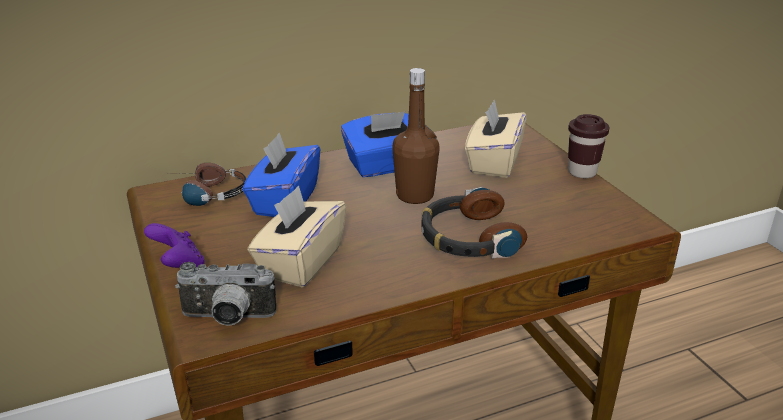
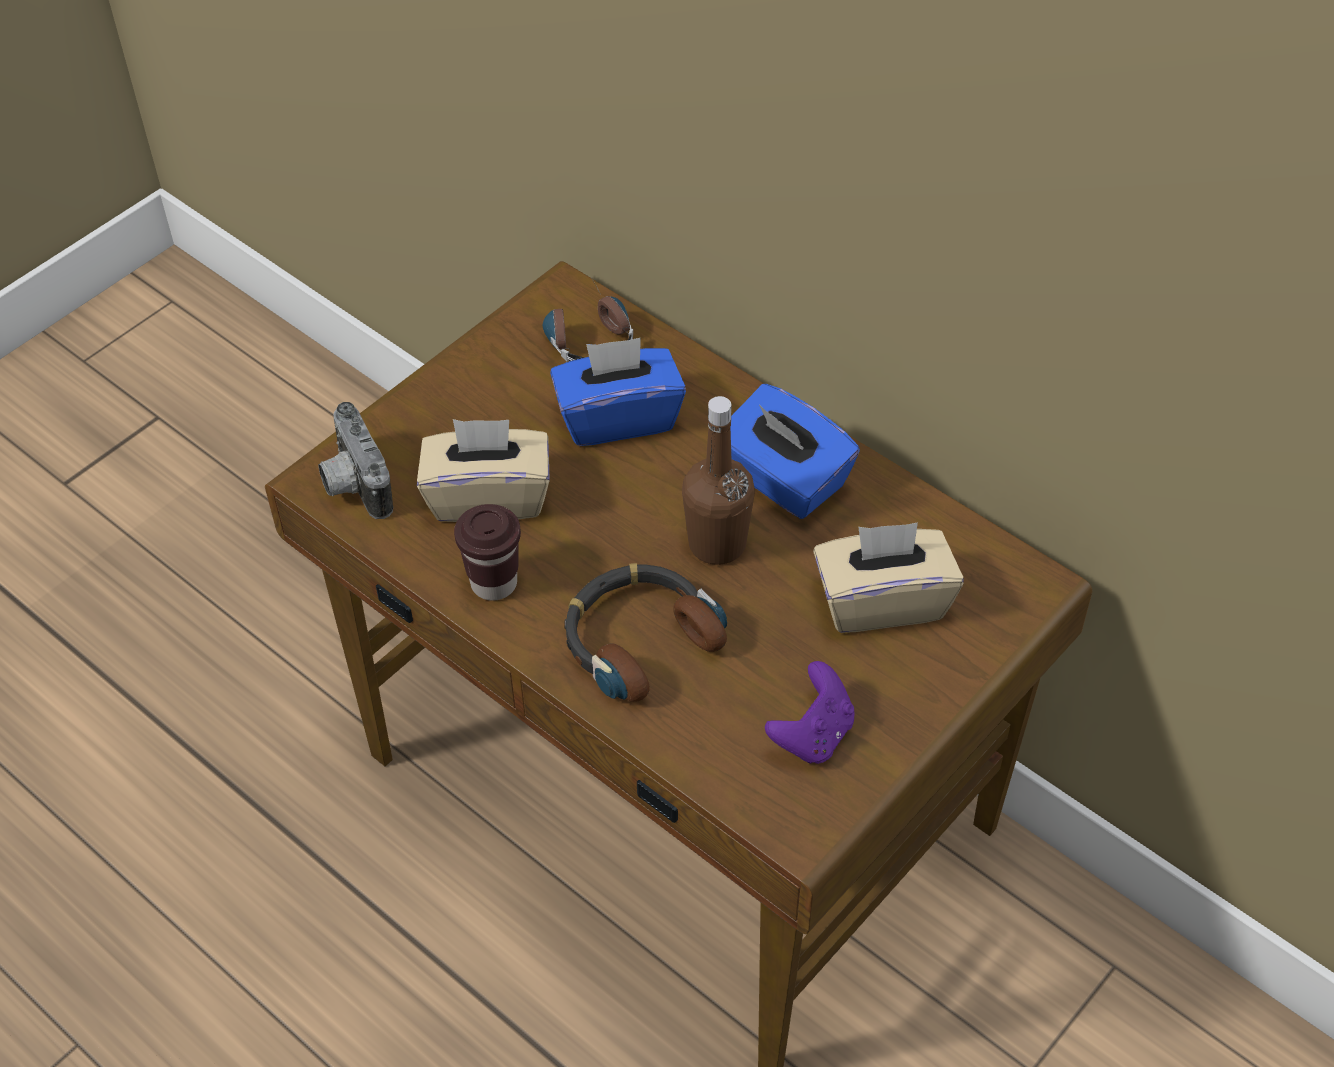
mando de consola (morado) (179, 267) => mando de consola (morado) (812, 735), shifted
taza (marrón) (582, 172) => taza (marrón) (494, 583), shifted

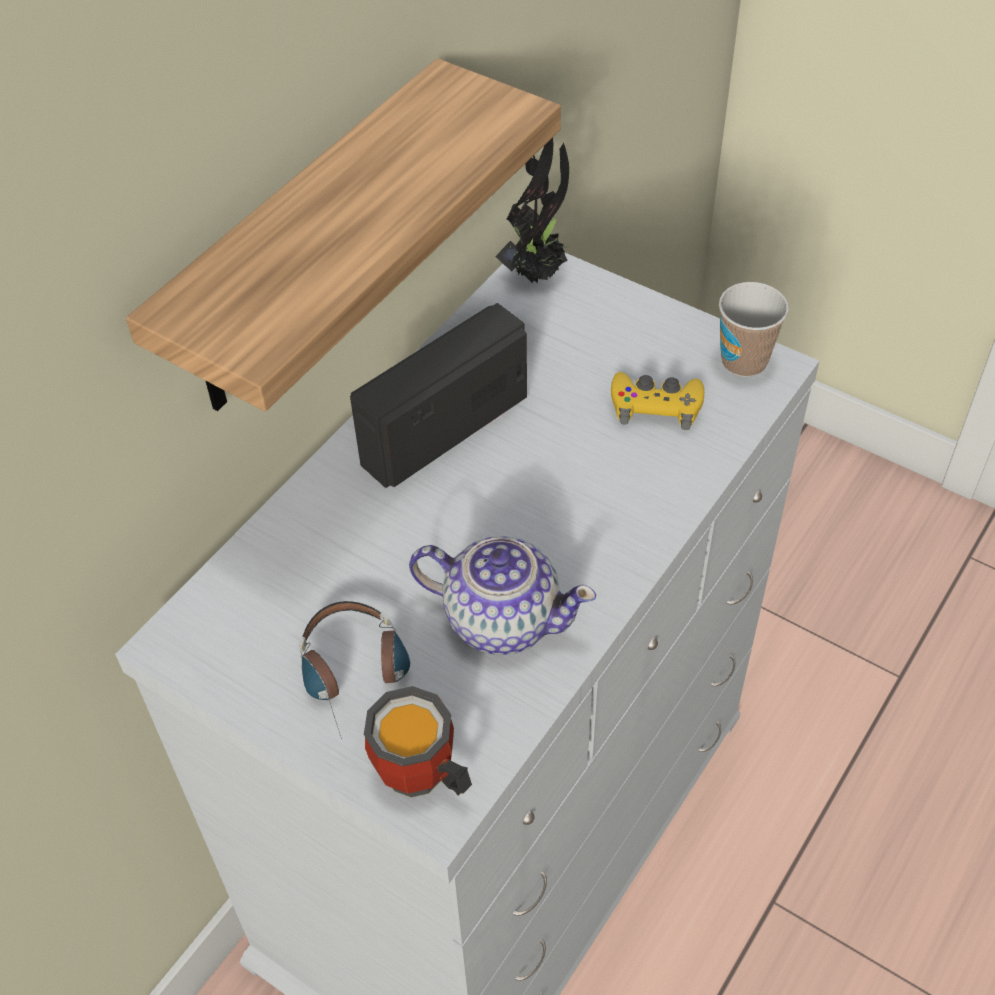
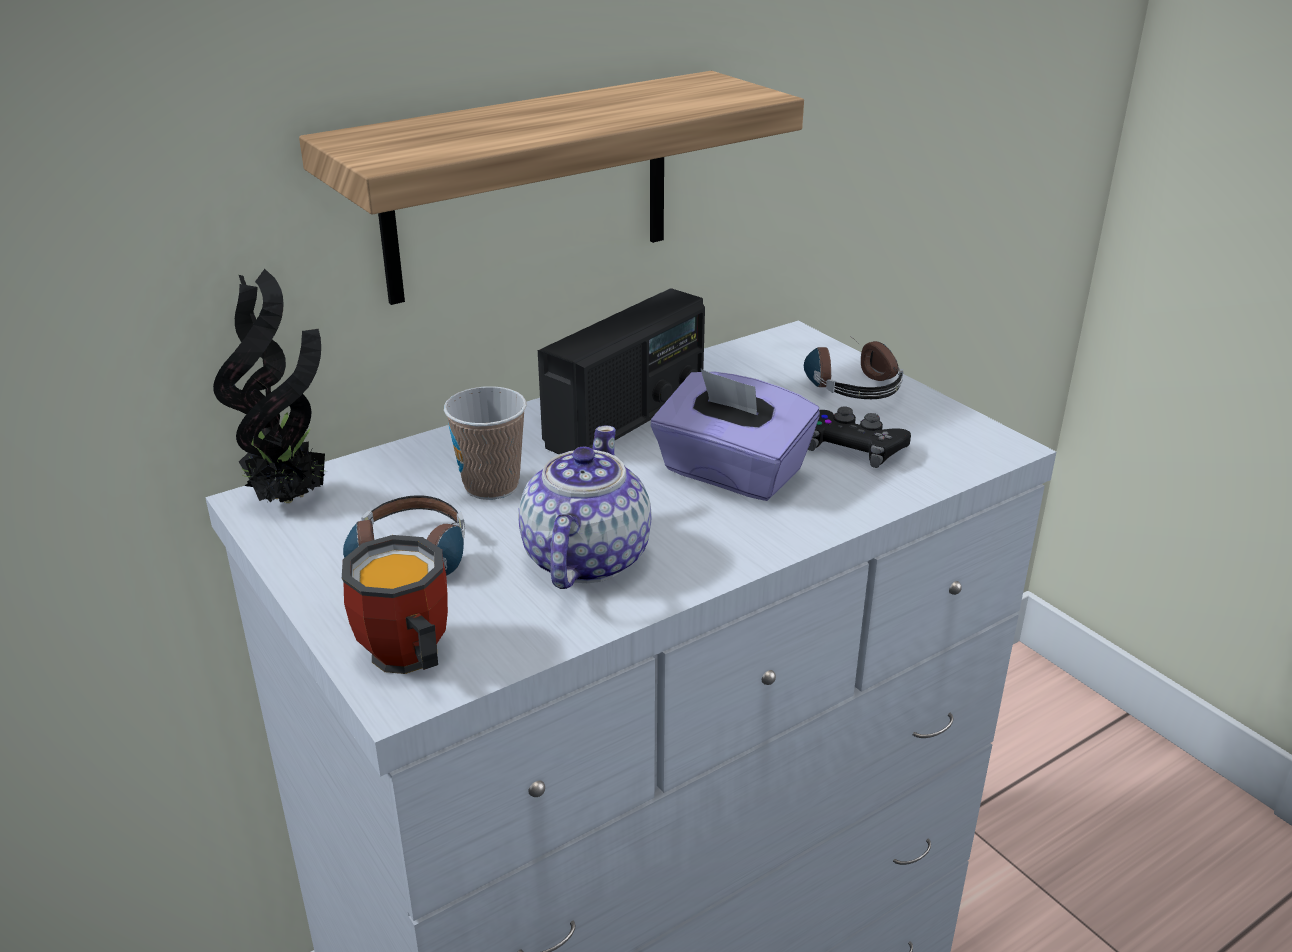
radio (443, 428) => radio (627, 419), 150 degrees clockwise
tetera (501, 618) => tetera (584, 559), 120 degrees counterclockwise
planta en maceta (537, 273) => planta en maceta (292, 498), shifted
mando de consola (amarillo) (656, 406) => mando de consola (negro) (853, 447)
taza (744, 361) => taza (491, 486), shifted
nothing => caja de pañuelos (morado) (731, 473)
nothing => auriculares (848, 382)

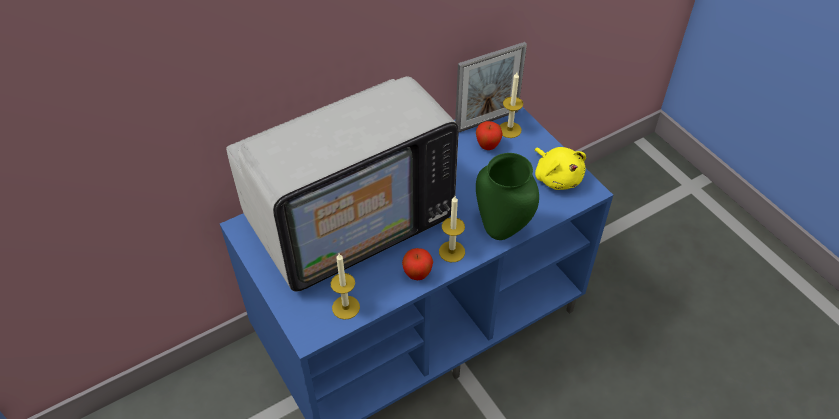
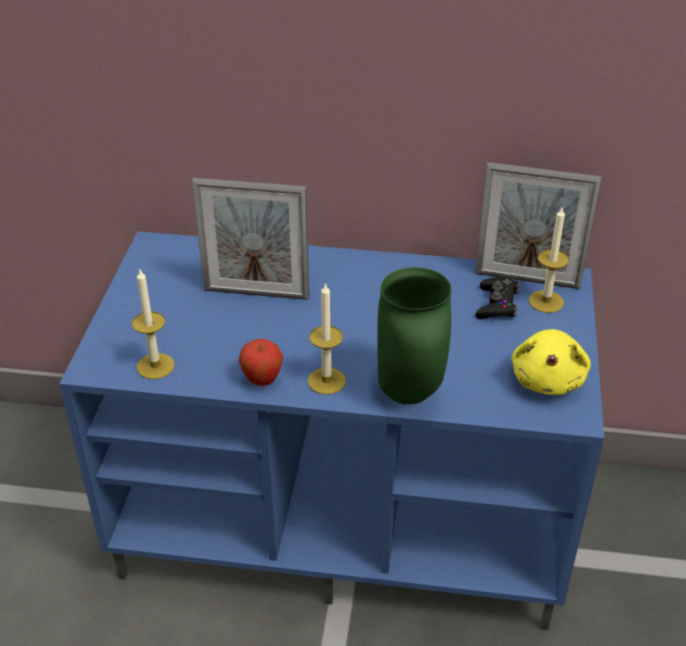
televisor (349, 221) => portarretratos (256, 293)
manzana (487, 146) => mando de consola (negro) (497, 304)

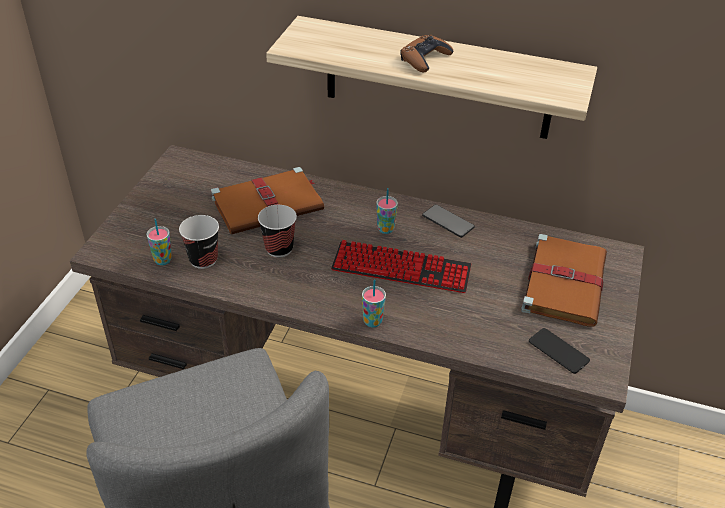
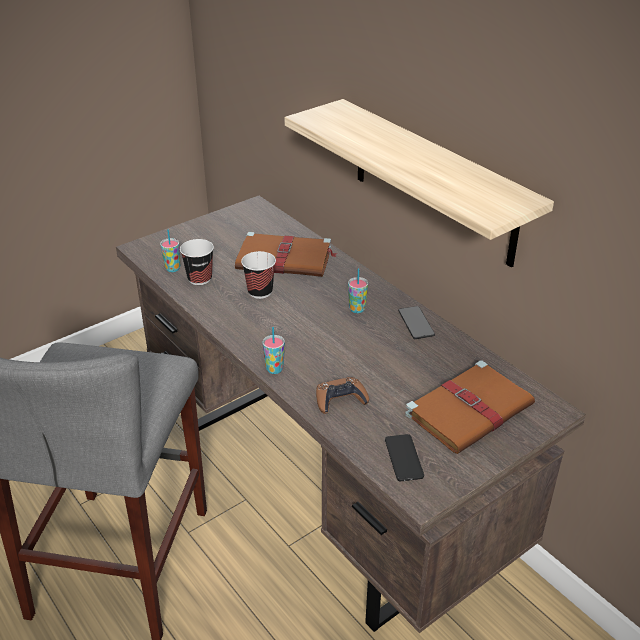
teclado (401, 269) => nothing
mando de consola (marrón) (425, 59) => mando de consola (marrón) (340, 399), shifted

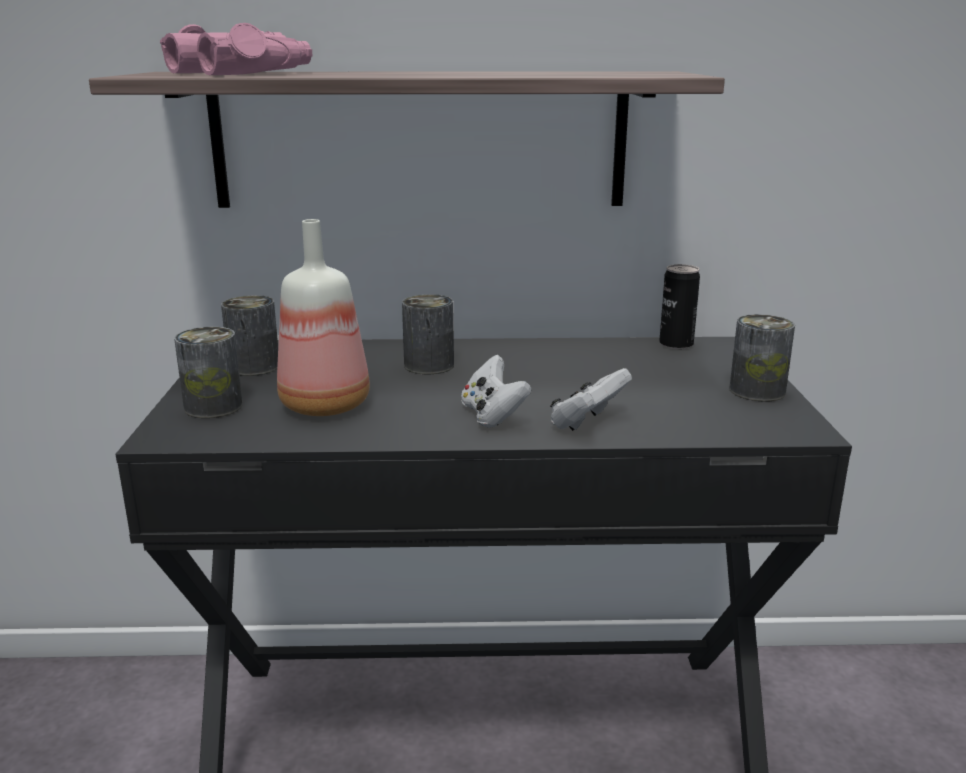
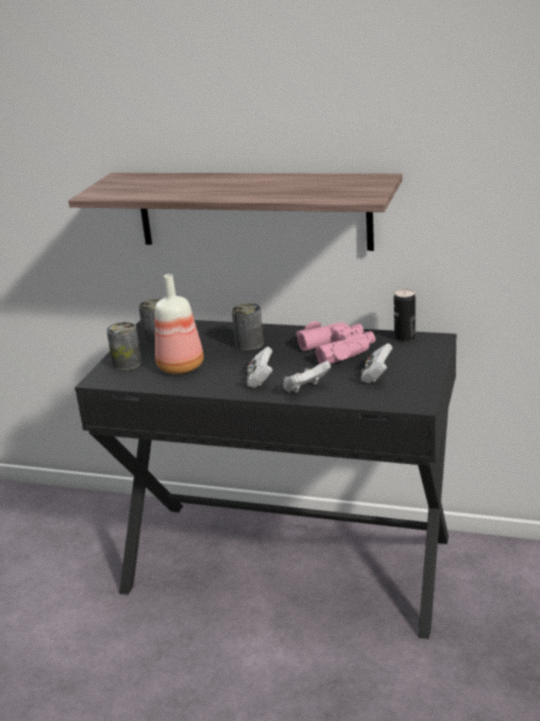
prismáticos (rosa) (244, 73) => prismáticos (rosa) (338, 350), shifted
lata (757, 391) => nothing
nothing => mando de consola (blanco) (376, 376)

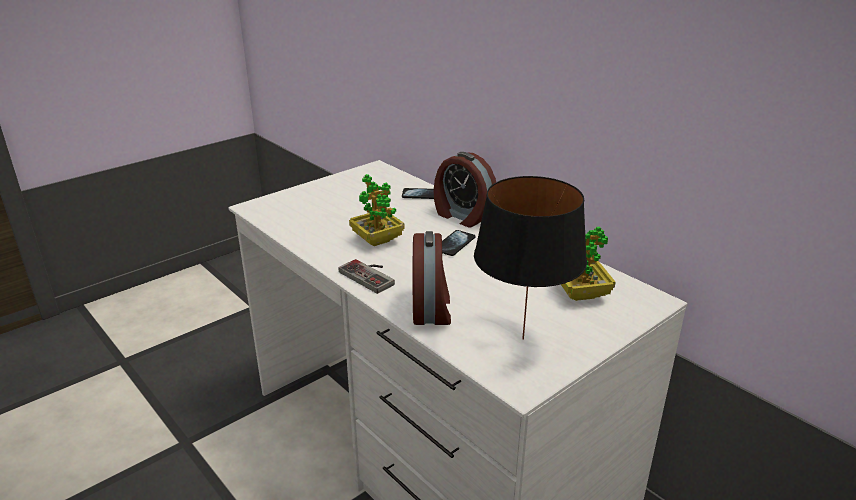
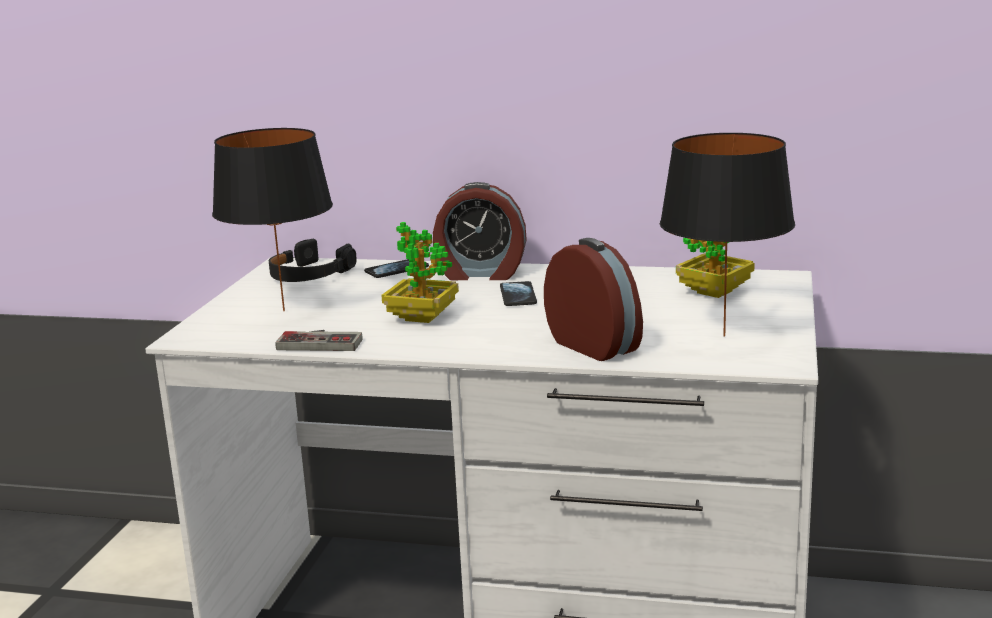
mando de consola (371, 275) => mando de consola (322, 341), shifted
nothing => lámpara de mesa (negro) (284, 311)
nothing => auriculares (negro) (309, 274)

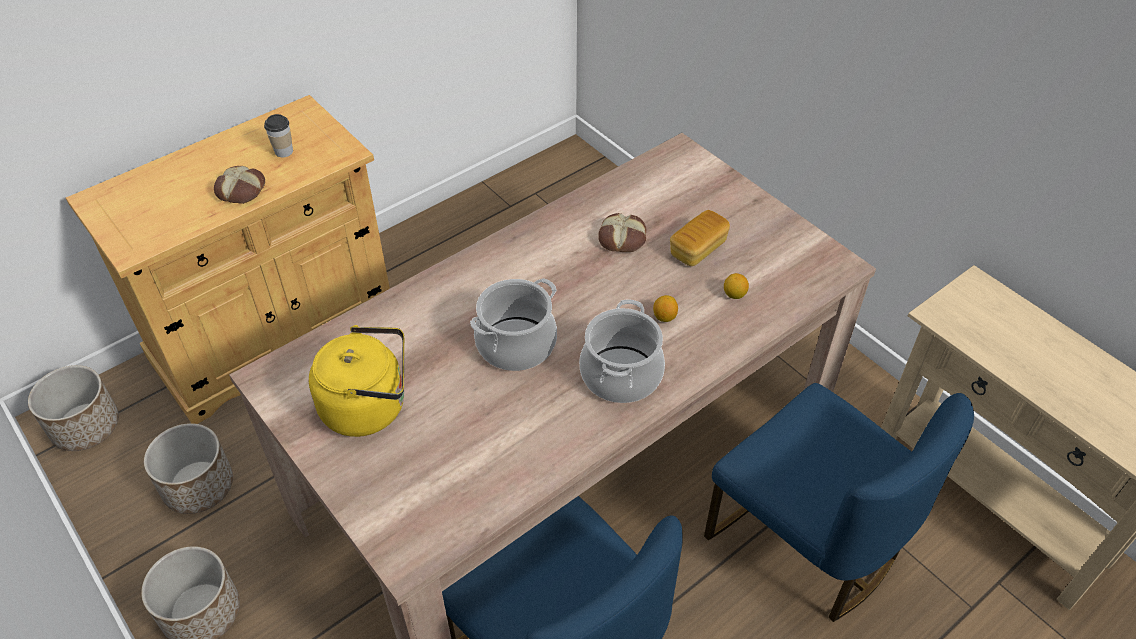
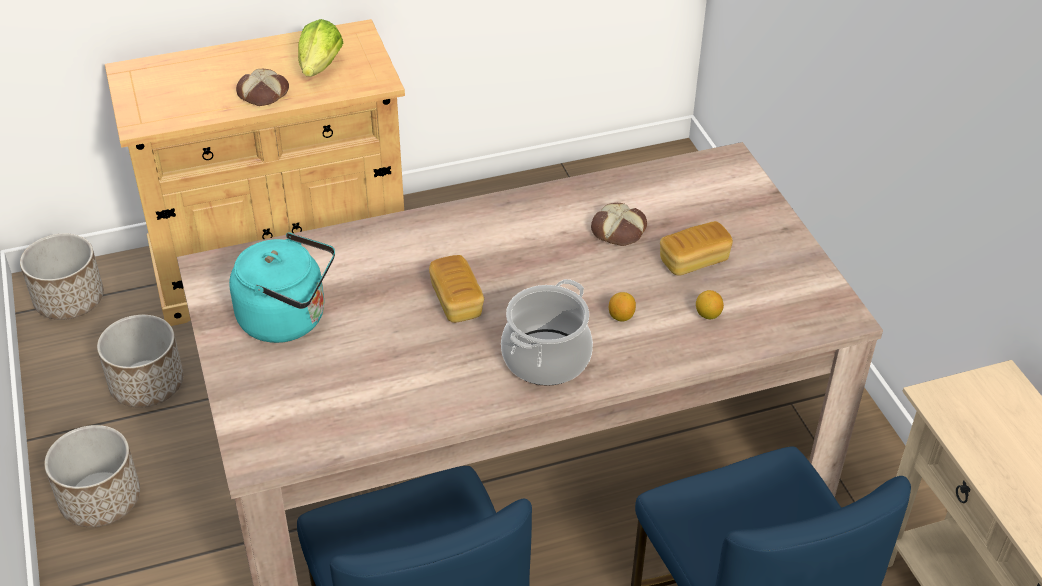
taza (284, 151) => lechuga (320, 67)
hervidor (amarillo) (369, 406) => hervidor (turquesa) (288, 319)
olla (516, 344) => pan (456, 301)

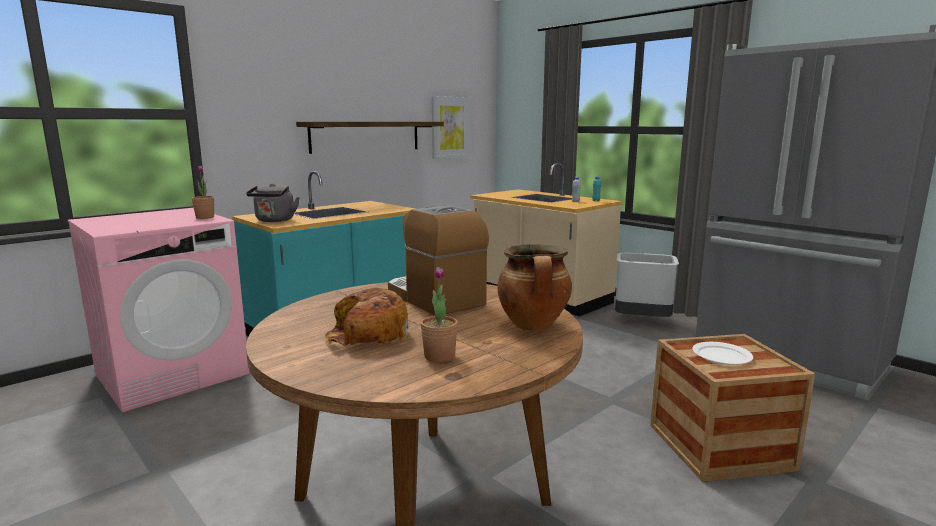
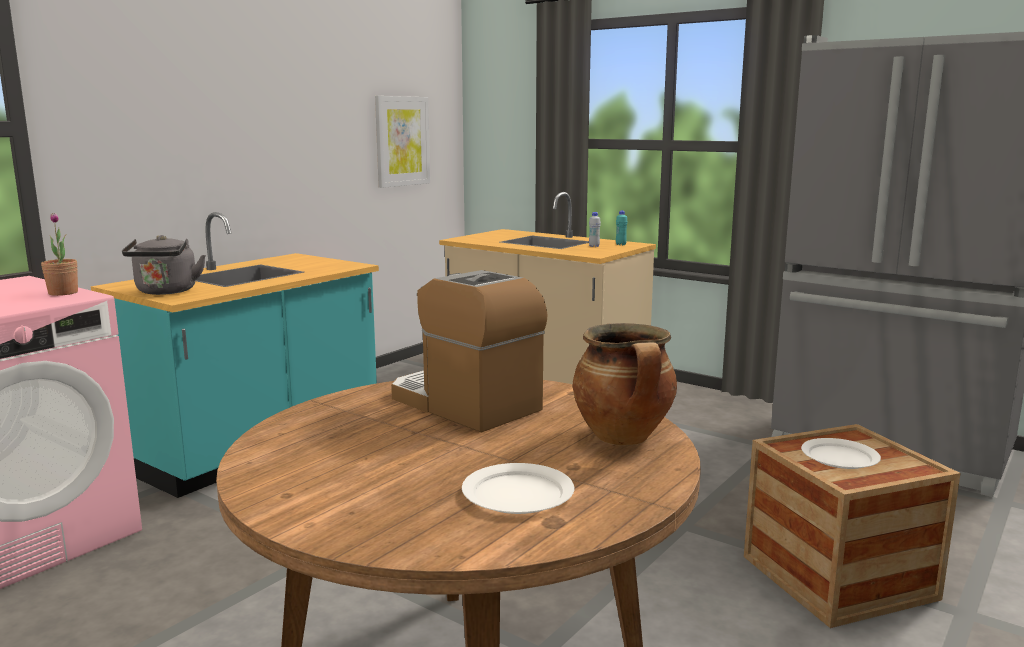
estante (366, 136) => nothing
pan (366, 334) => nothing
planta en maceta (439, 356) => plato (blanco) (519, 493)
papelera (gris) (641, 321) => nothing

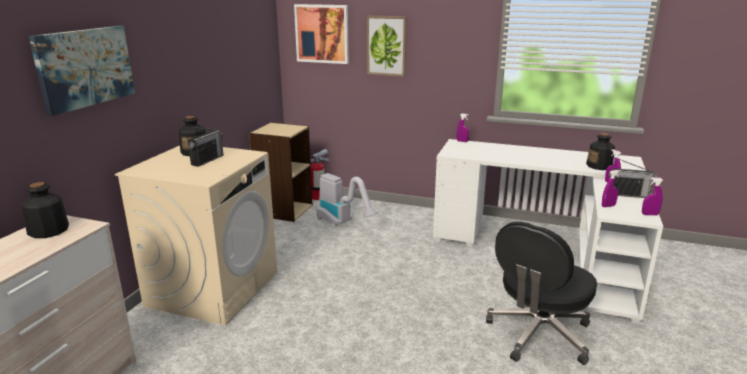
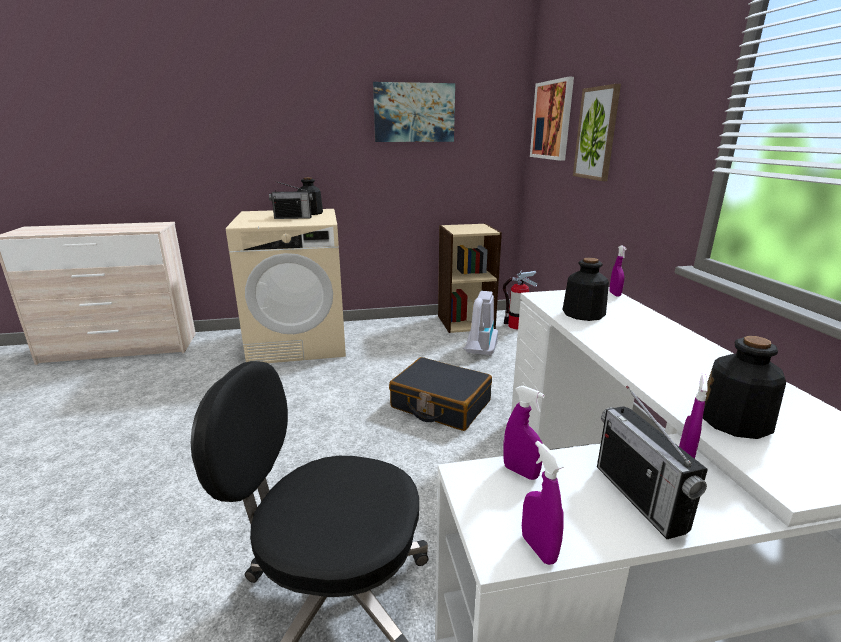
botella (48, 231) => botella (583, 314), shifted
cuadro (85, 67) => cuadro (414, 112), shifted
nothing => maleta (negro) (440, 404)

